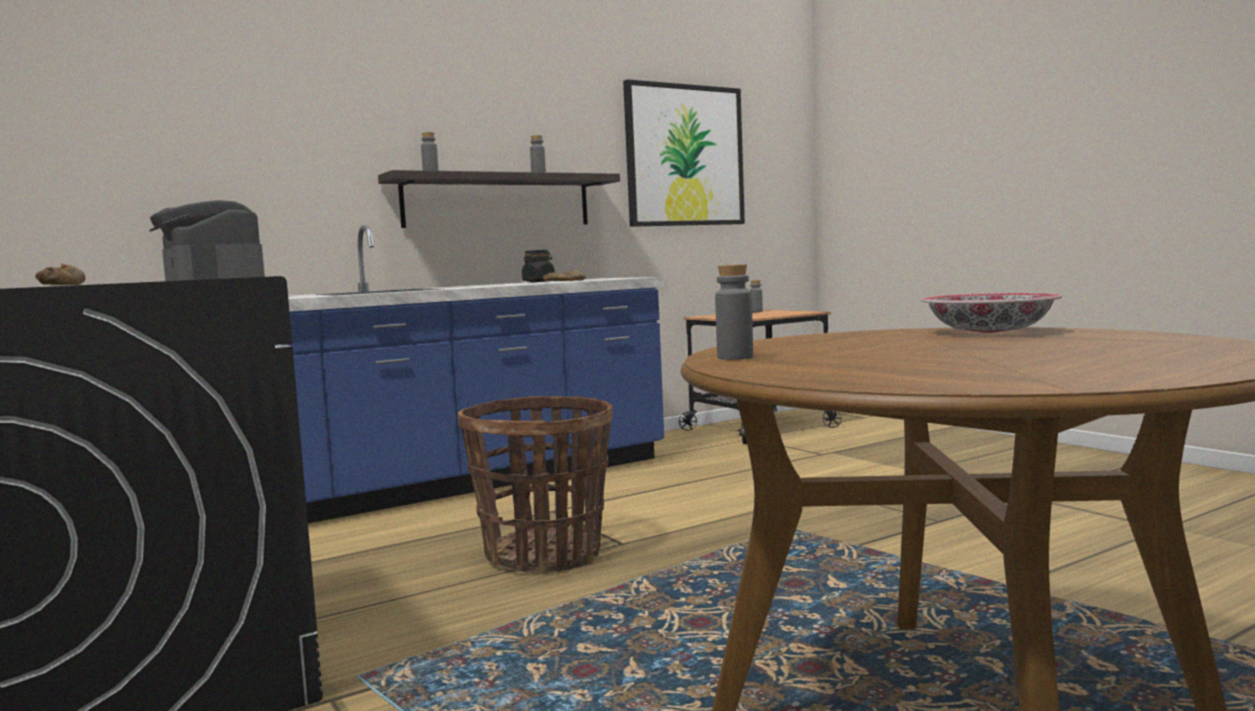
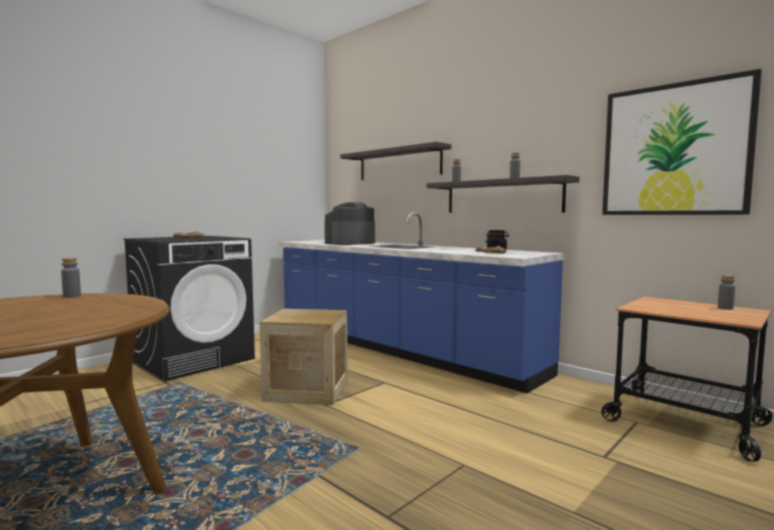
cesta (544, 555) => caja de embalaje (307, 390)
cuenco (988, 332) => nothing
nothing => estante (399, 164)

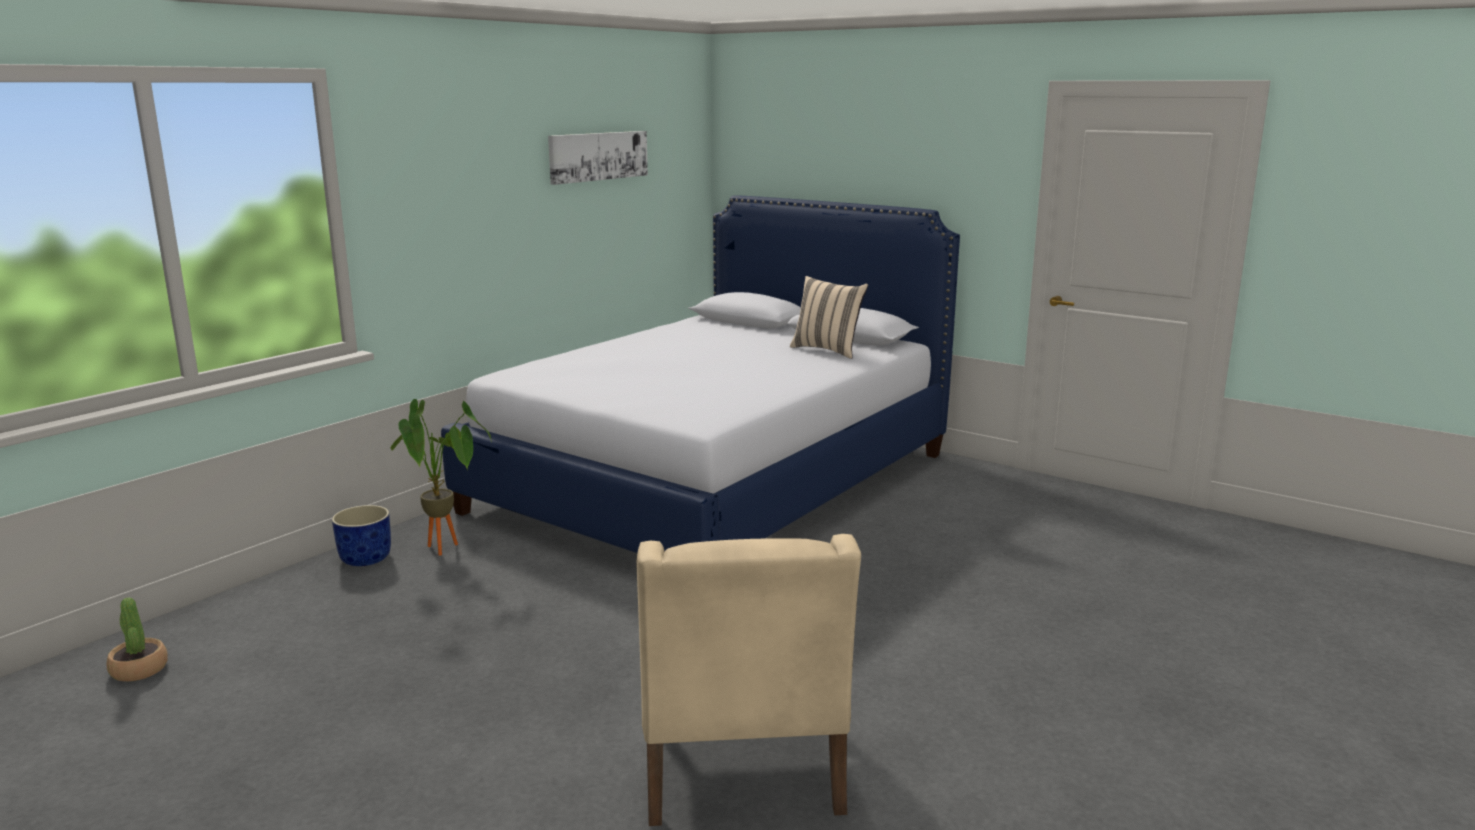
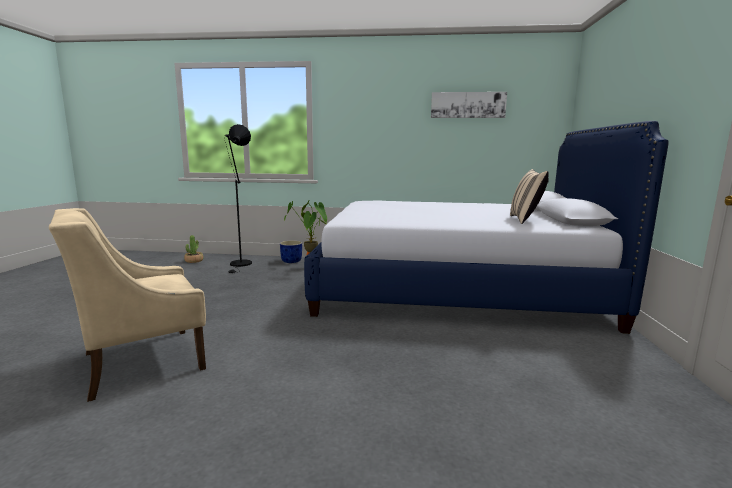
nothing => lámpara de pie (negro) (240, 265)

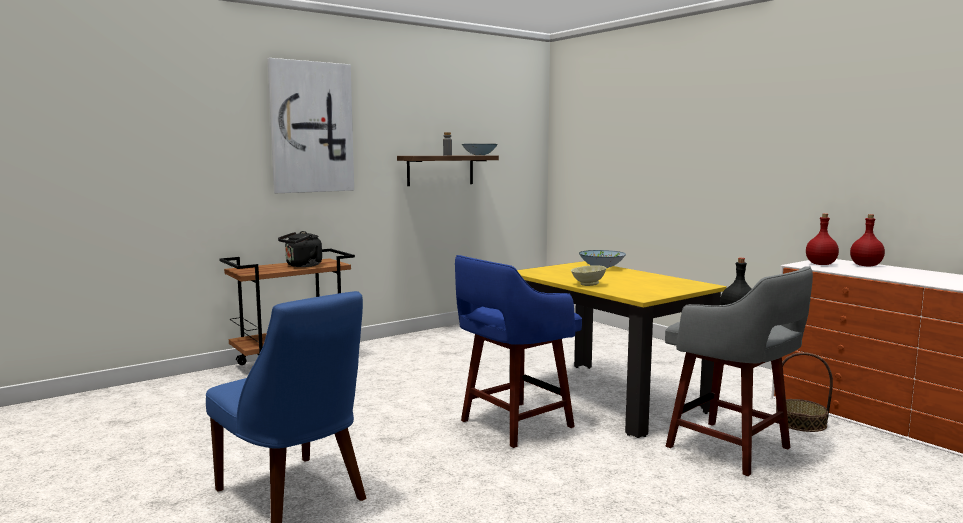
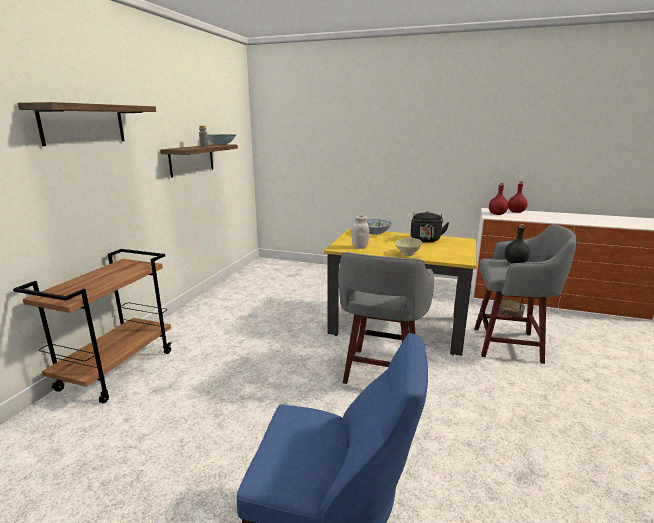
cuadro (311, 127) => estante (83, 124)
hervidor (negro) (302, 266) => hervidor (negro) (425, 240), shifted
taburete (azul) (513, 425) => taburete (gris) (380, 373)
nothing => tarro (blanco) (360, 247)

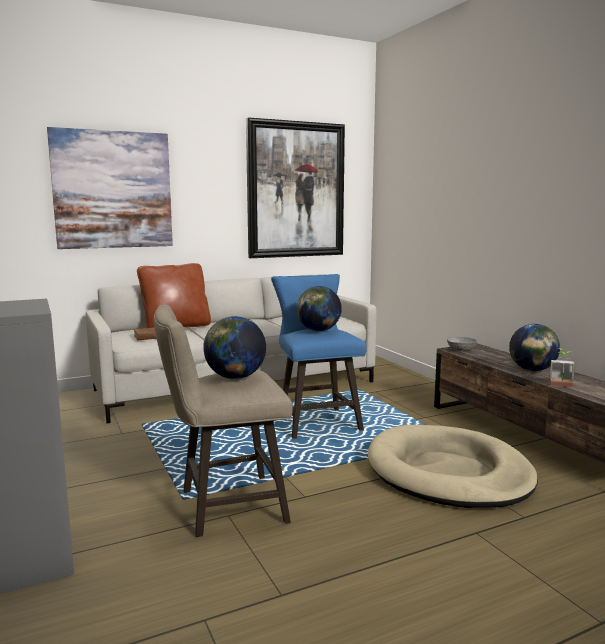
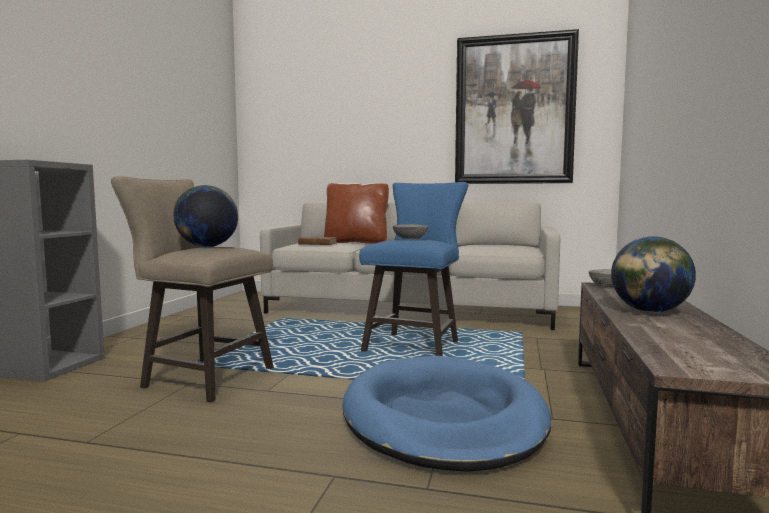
cuadro (113, 190) => nothing
globo terráqueo (318, 331) => cuenco (gris) (409, 238)
cama para perro (beis) (448, 472) => cama para perro (azul) (443, 418)
planta en maceta (561, 386) => nothing

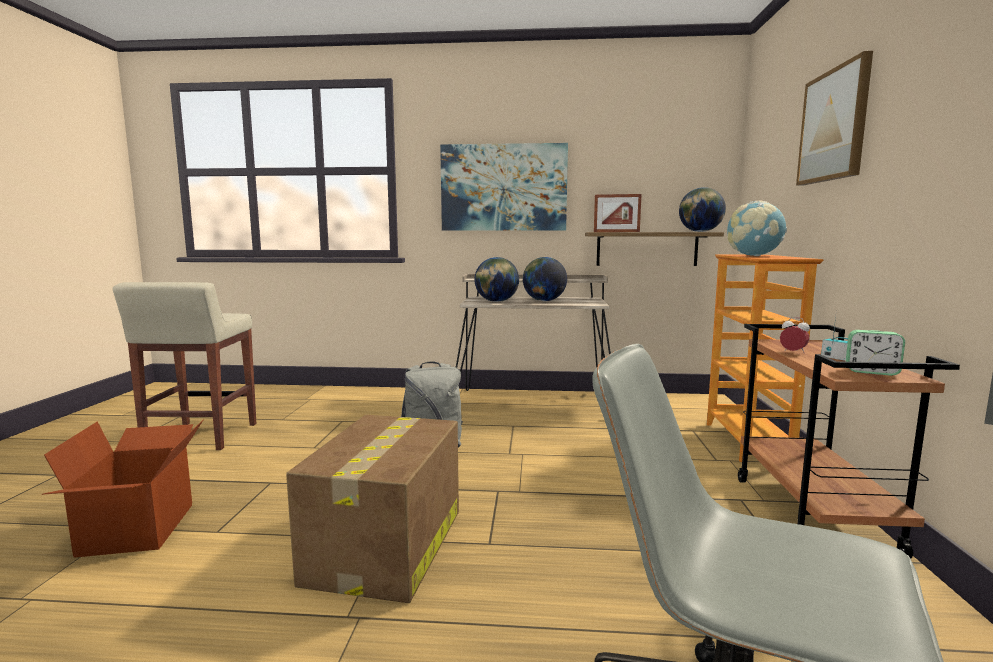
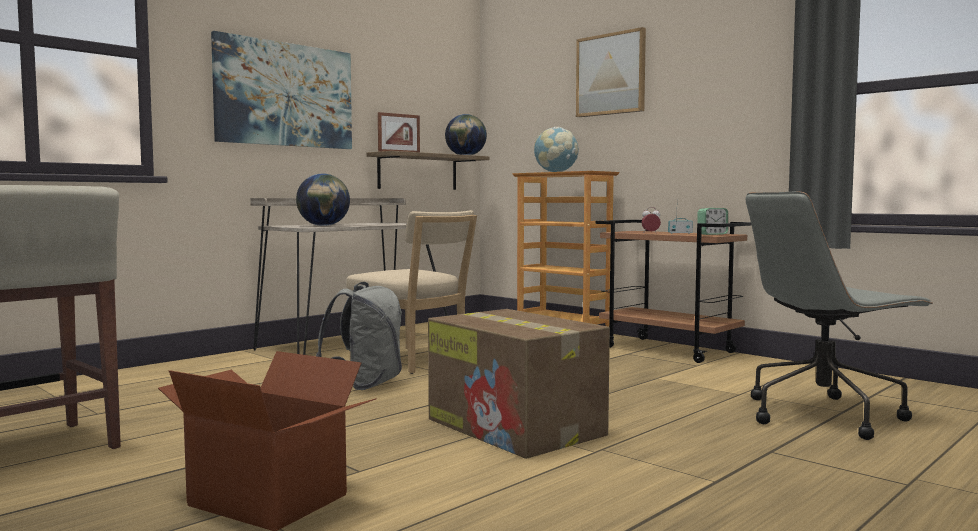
globo terráqueo (544, 301) => nothing
nothing => silla (beis) (413, 362)

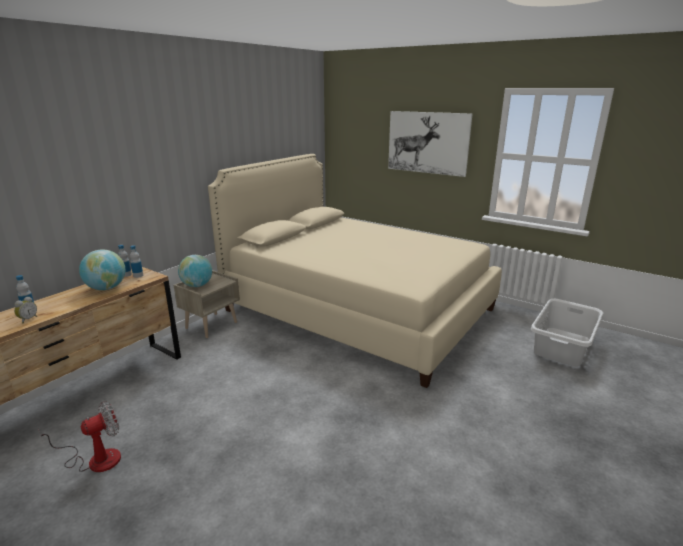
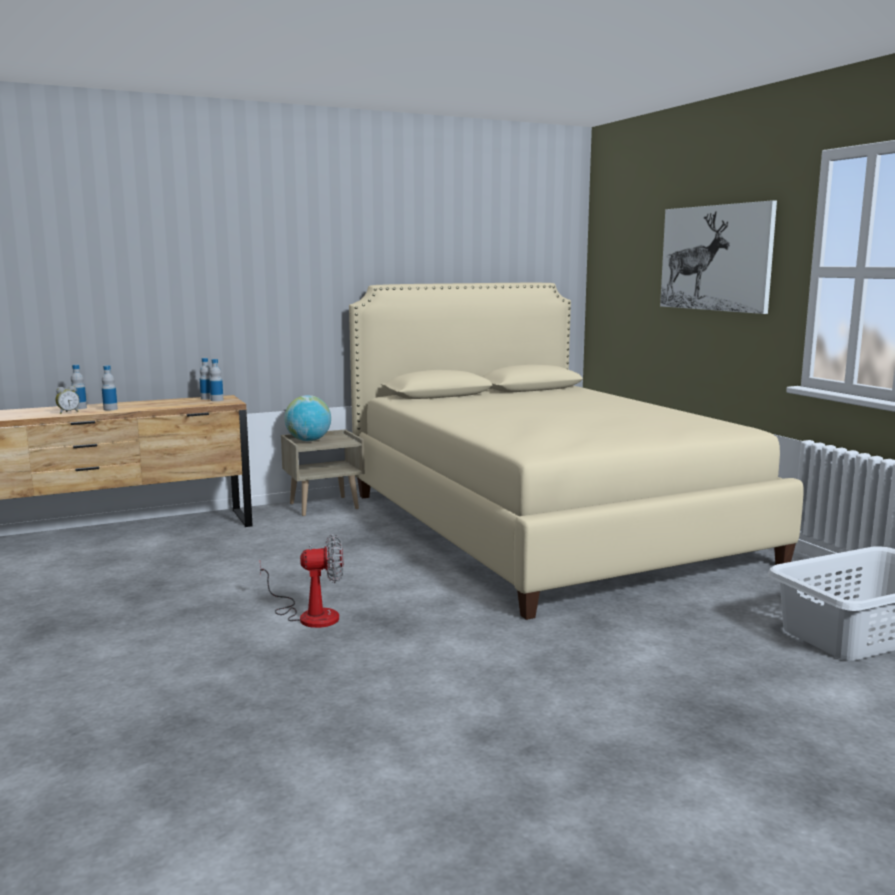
ventilador (95, 459) => ventilador (309, 615), shifted
globo terráqueo (106, 288) => nothing
nothing => botella (110, 409)

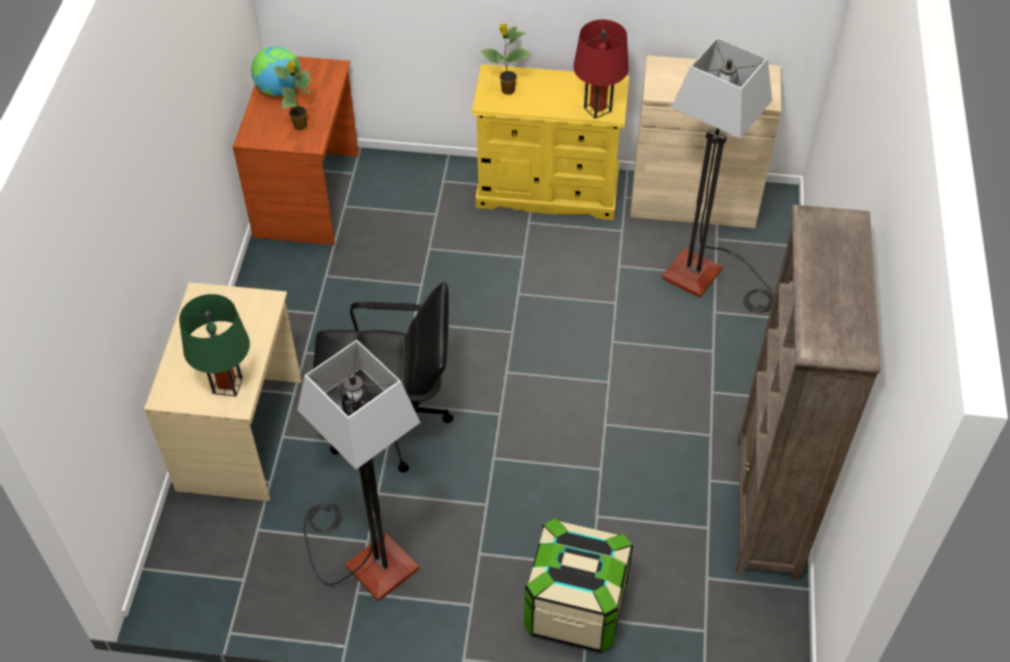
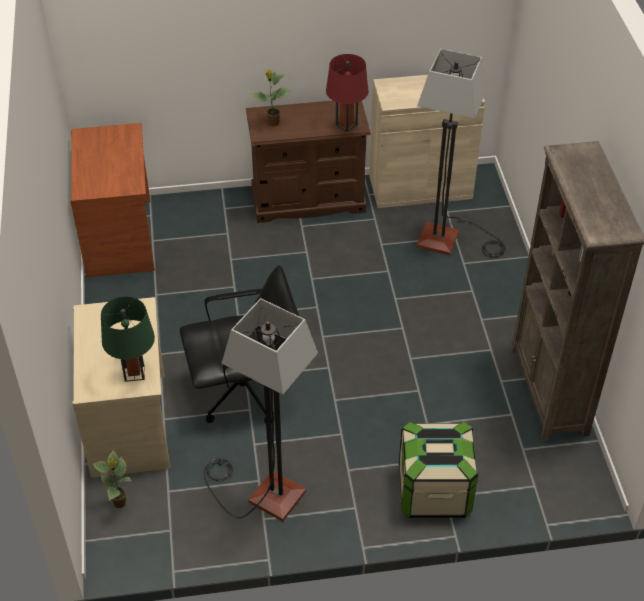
globo terráqueo (279, 90) => nothing
planta en maceta (300, 126) => planta en maceta (120, 503), shifted
cómoda (amarillo) (548, 190) => cómoda (marrón) (308, 200)

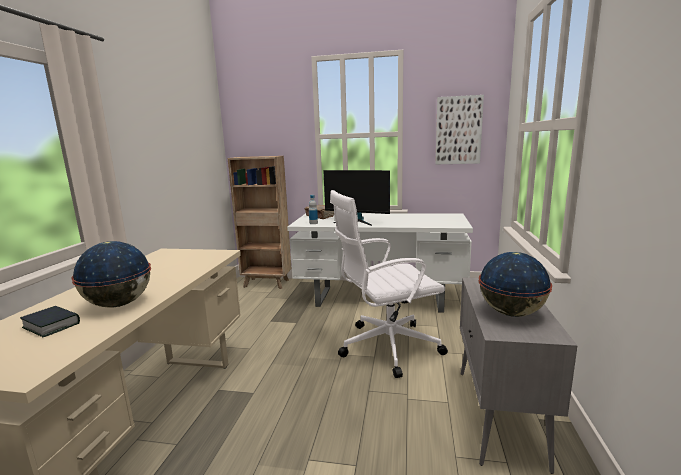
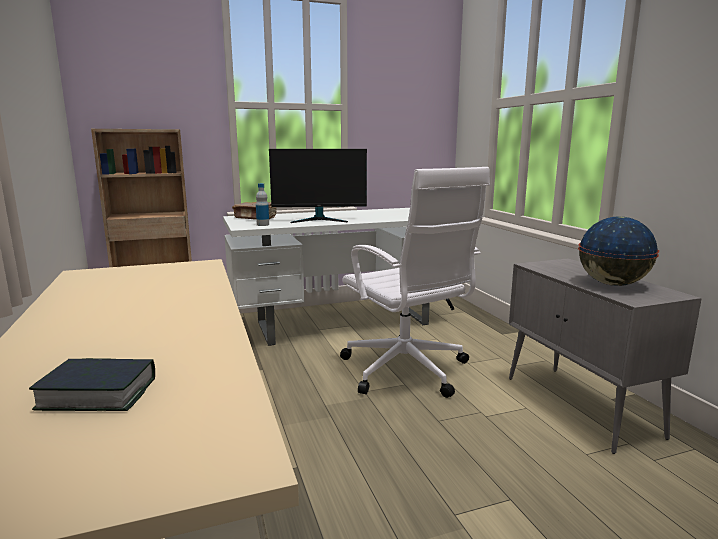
globo terráqueo (119, 304) => nothing
silla de oficina (blanco) (386, 347) => silla de oficina (blanco) (406, 371), 75 degrees counterclockwise
cuadro (458, 130) => nothing

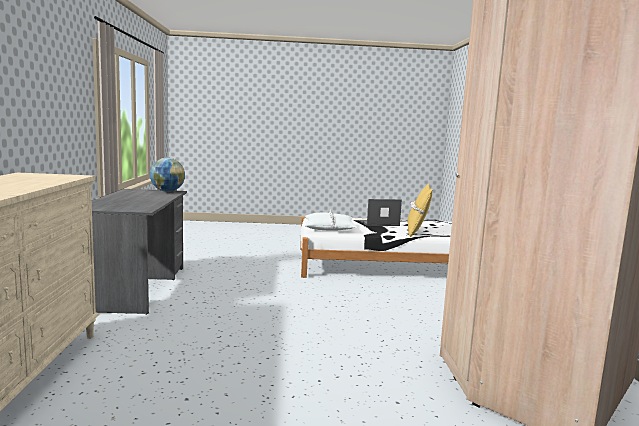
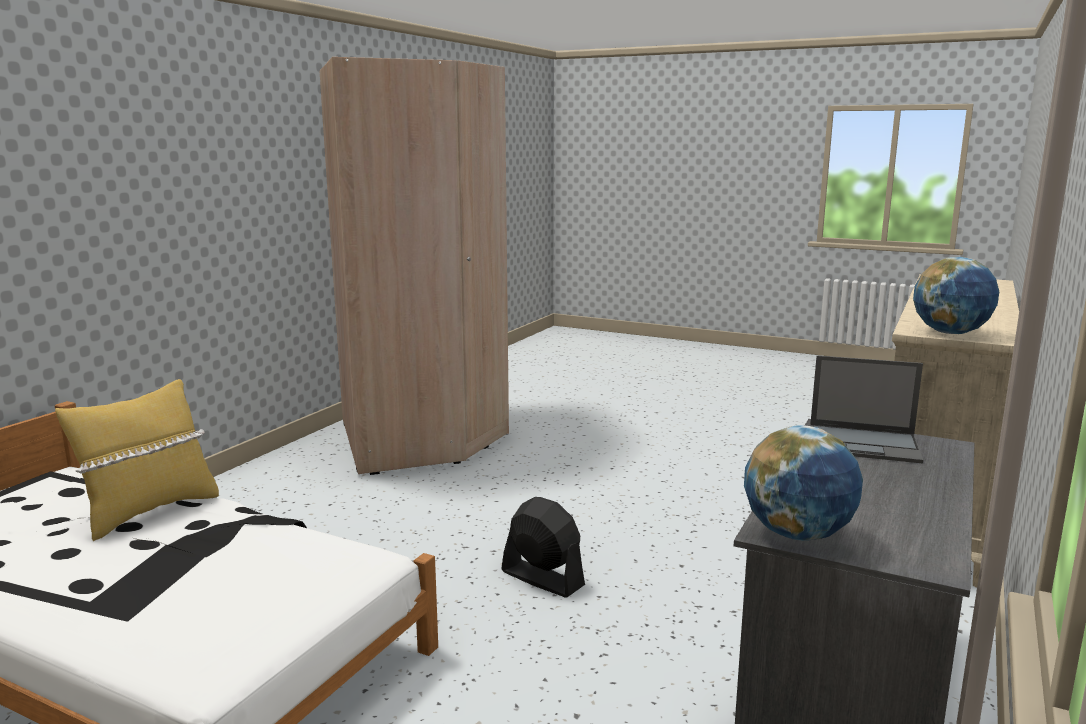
cojín (blanco) (329, 228) => nothing
portátil (378, 223) => portátil (864, 444), shifted
nothing => ventilador (negro) (542, 578)
nothing => globo terráqueo (951, 333)

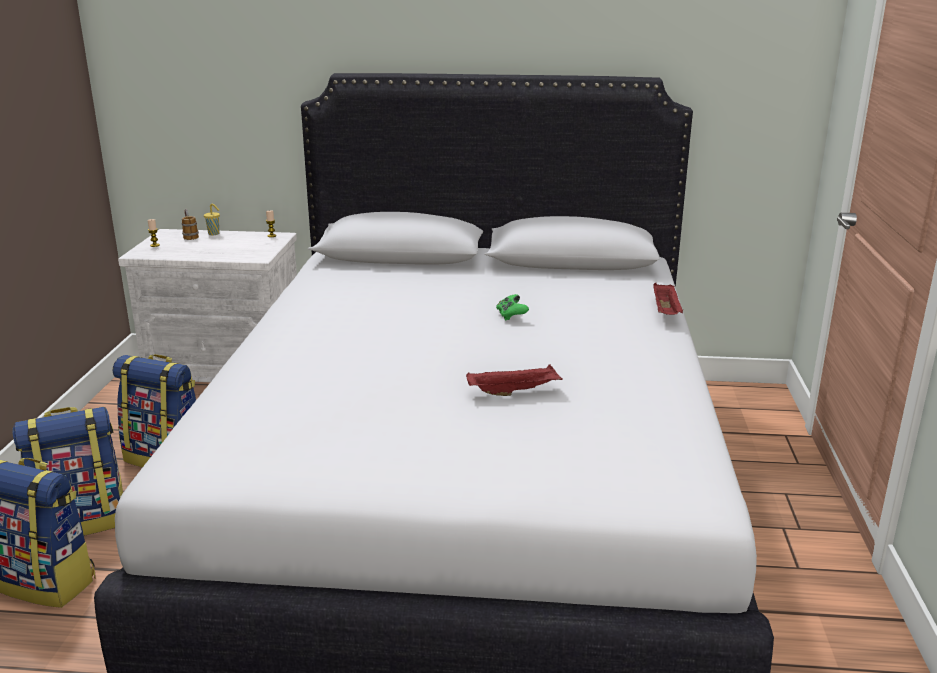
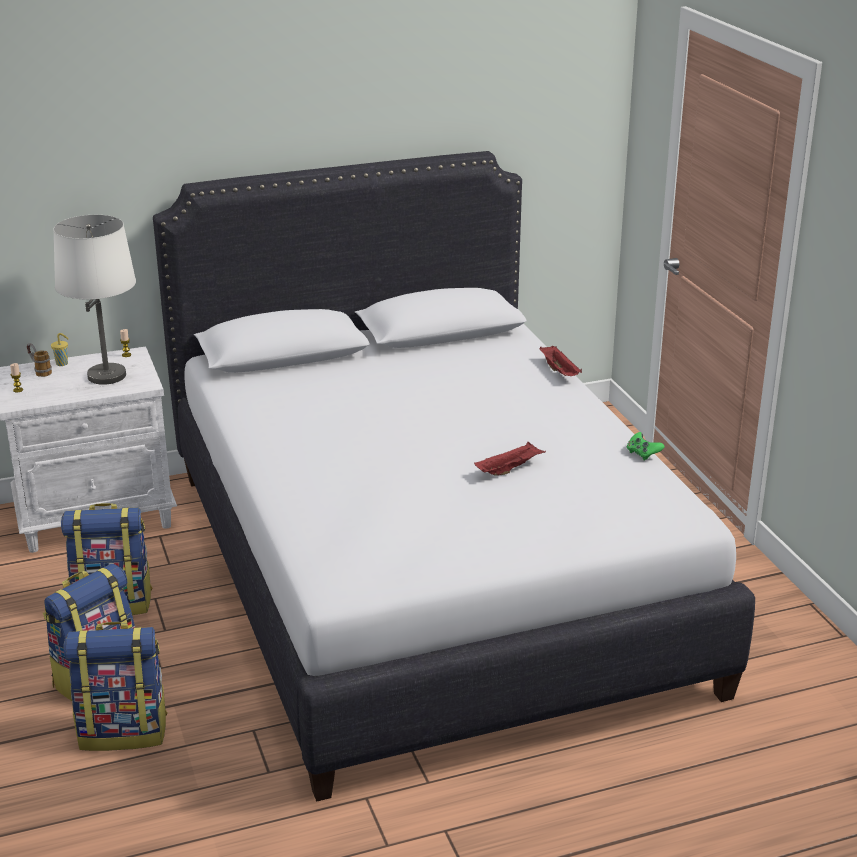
mando de consola (verde) (511, 316) => mando de consola (verde) (643, 454), shifted
nothing => lámpara de mesa (blanco) (106, 376)

